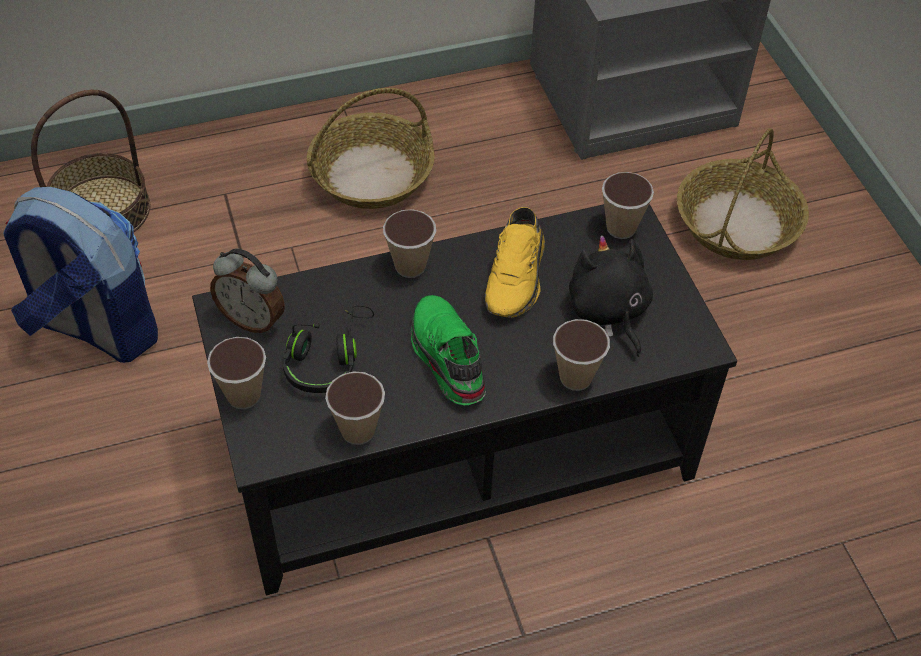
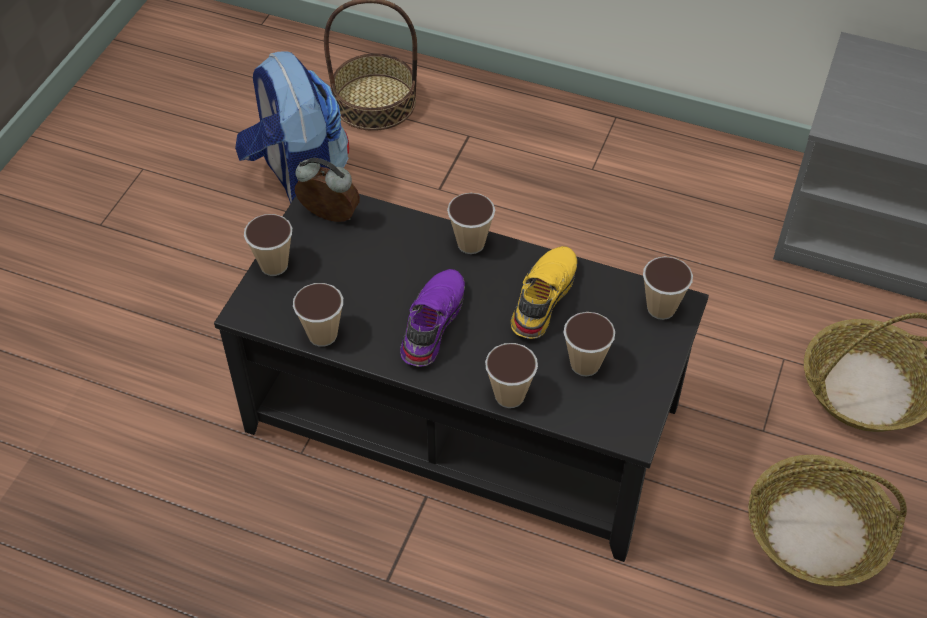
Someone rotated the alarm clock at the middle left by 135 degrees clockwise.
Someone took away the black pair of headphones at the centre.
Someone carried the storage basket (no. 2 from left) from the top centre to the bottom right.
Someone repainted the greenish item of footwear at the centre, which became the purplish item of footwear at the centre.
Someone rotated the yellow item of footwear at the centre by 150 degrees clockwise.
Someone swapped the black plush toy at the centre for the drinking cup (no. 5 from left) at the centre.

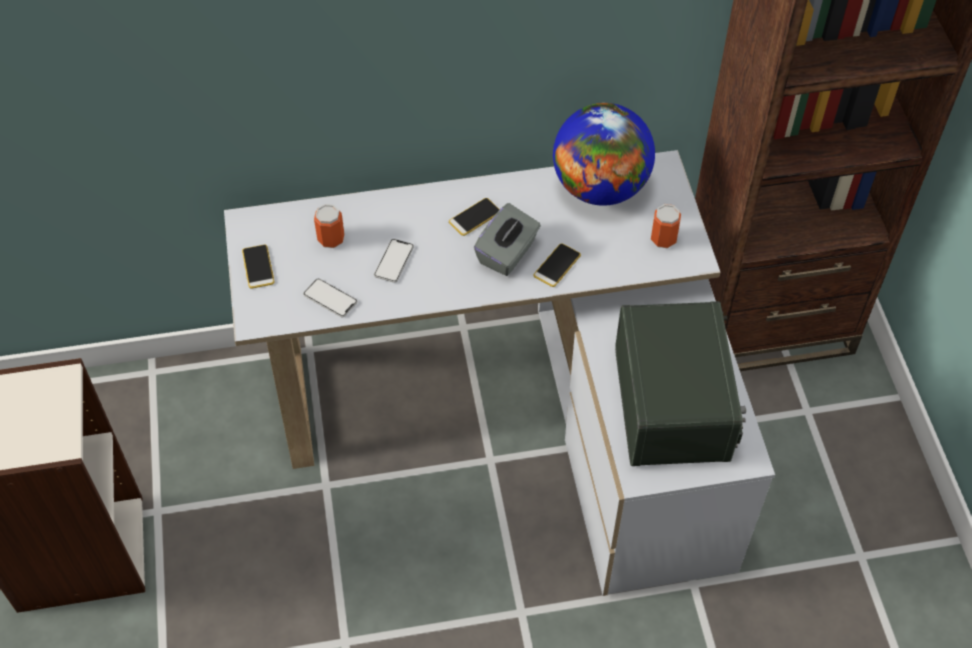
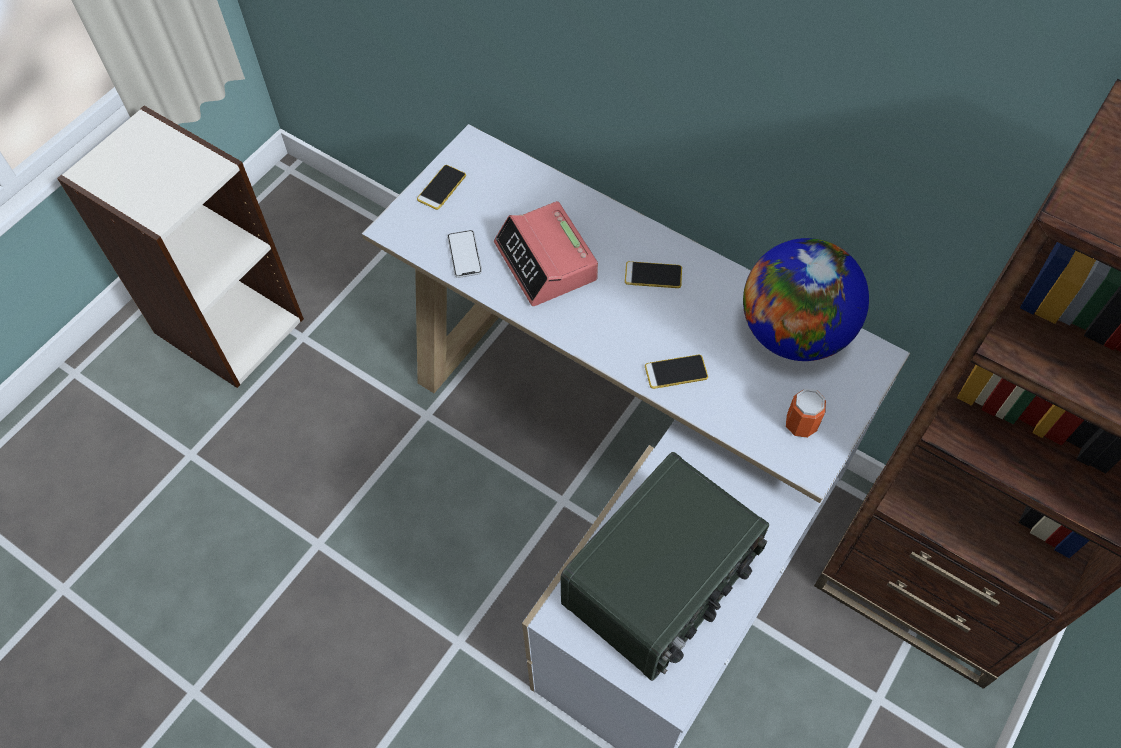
Someone took away the can (no. 1 from left) at the centre.
Someone swapped the telephone (no. 3 from left) at the centre for the alarm clock at the centre.
Someone took away the grey tissue box at the centre.

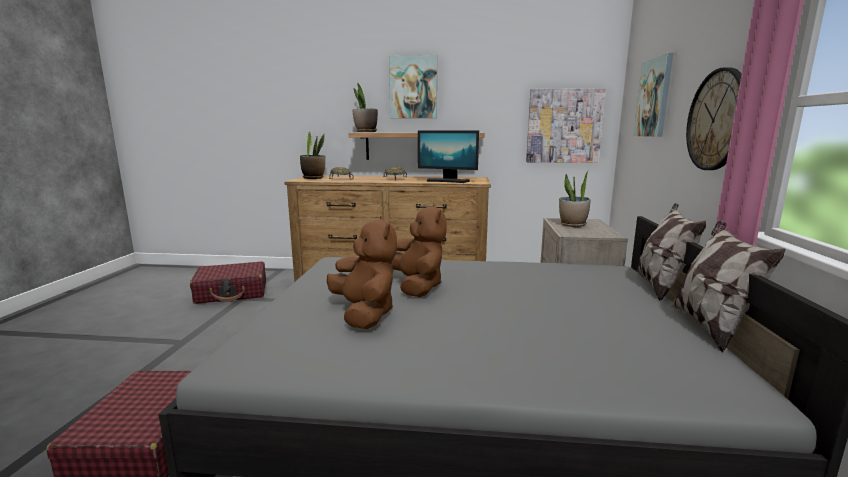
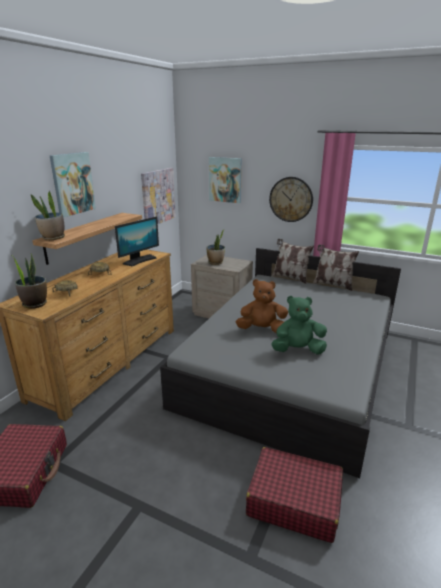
Someone repainted the brown plush toy (no. 1 from left) at the centre, which became the greenish plush toy at the middle right.

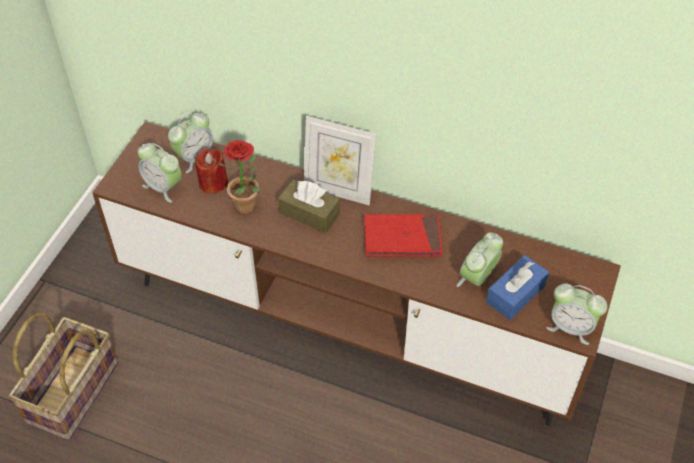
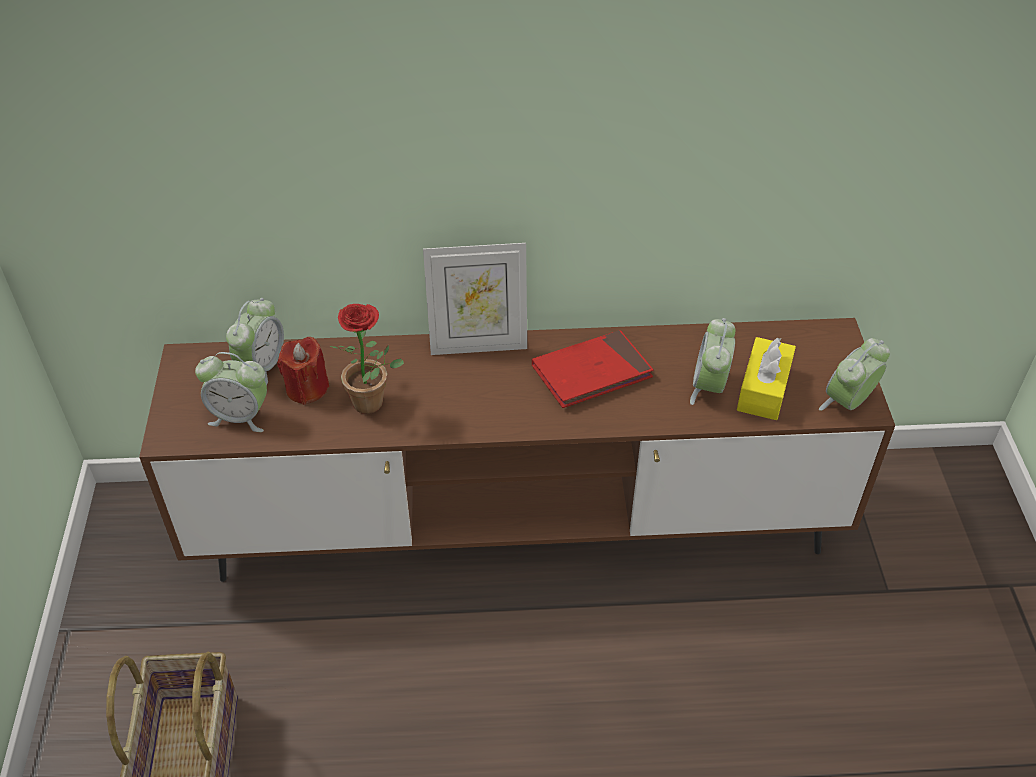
Someone took away the brown tissue box at the centre.
Someone repainted the blue-coloured tissue box at the middle right, which became the yellow tissue box at the middle right.
Someone rotated the alarm clock (no. 4 from left) at the bottom right by 135 degrees clockwise.

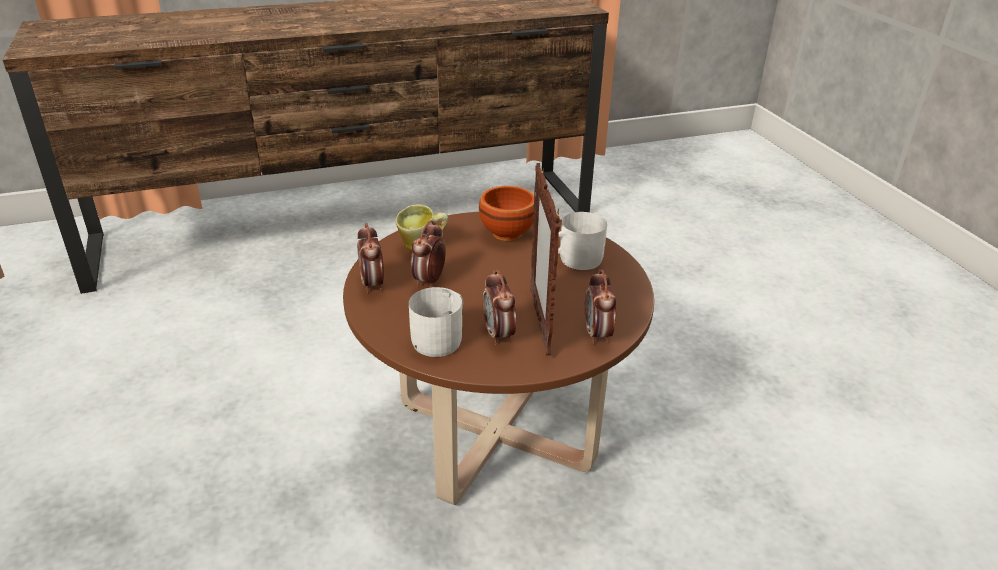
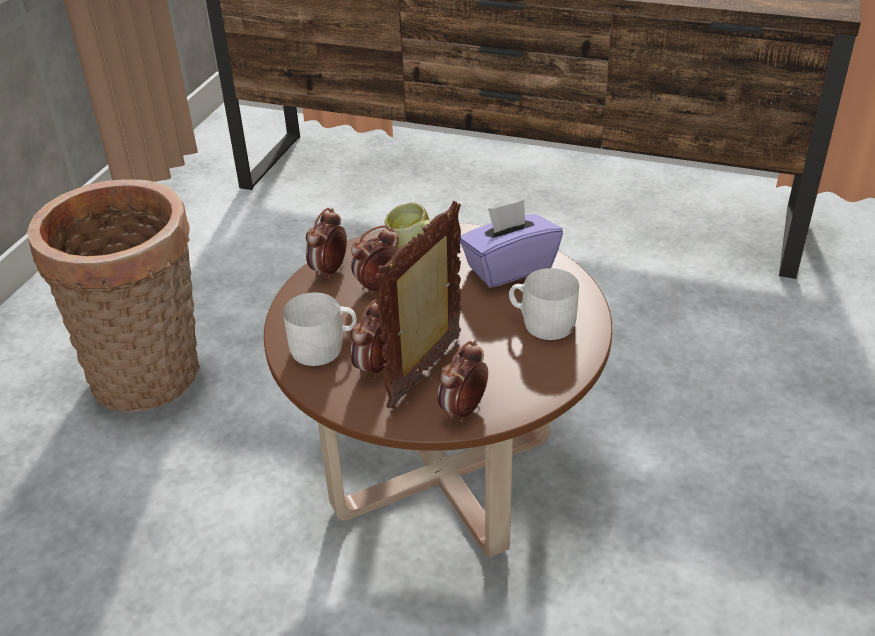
Someone swapped the brown bowl at the centre for the purplish tissue box at the centre.
Someone put down the storage basket at the middle left.

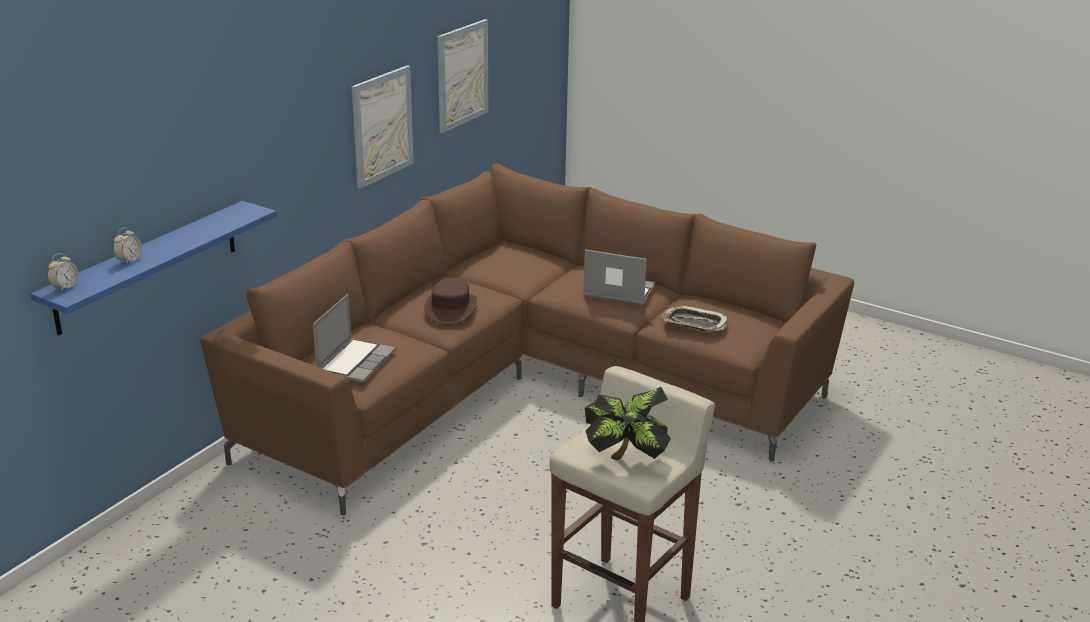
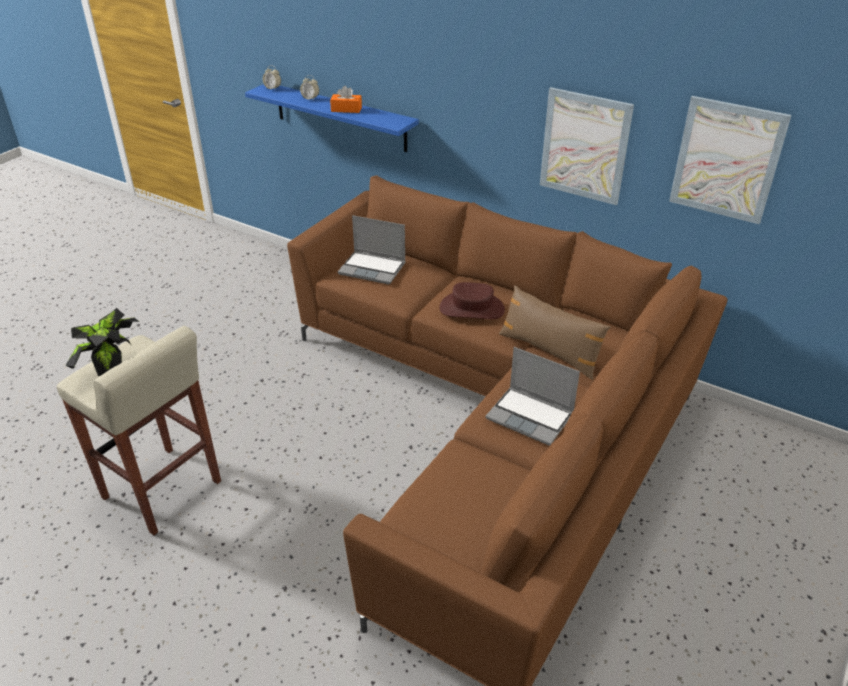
Someone rotated the portable computer (no. 2 from left) at the centre by 105 degrees clockwise.
Someone took away the tray at the centre.
Someone put down the orange tissue box at the top centre.
Someone put down the brown throw pillow at the centre.

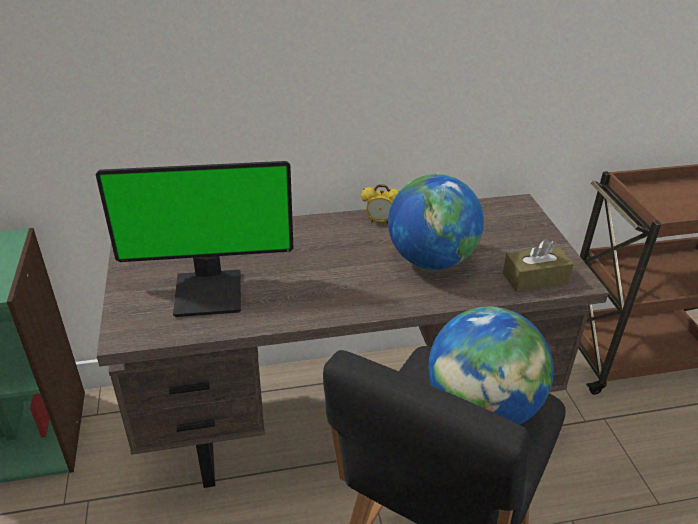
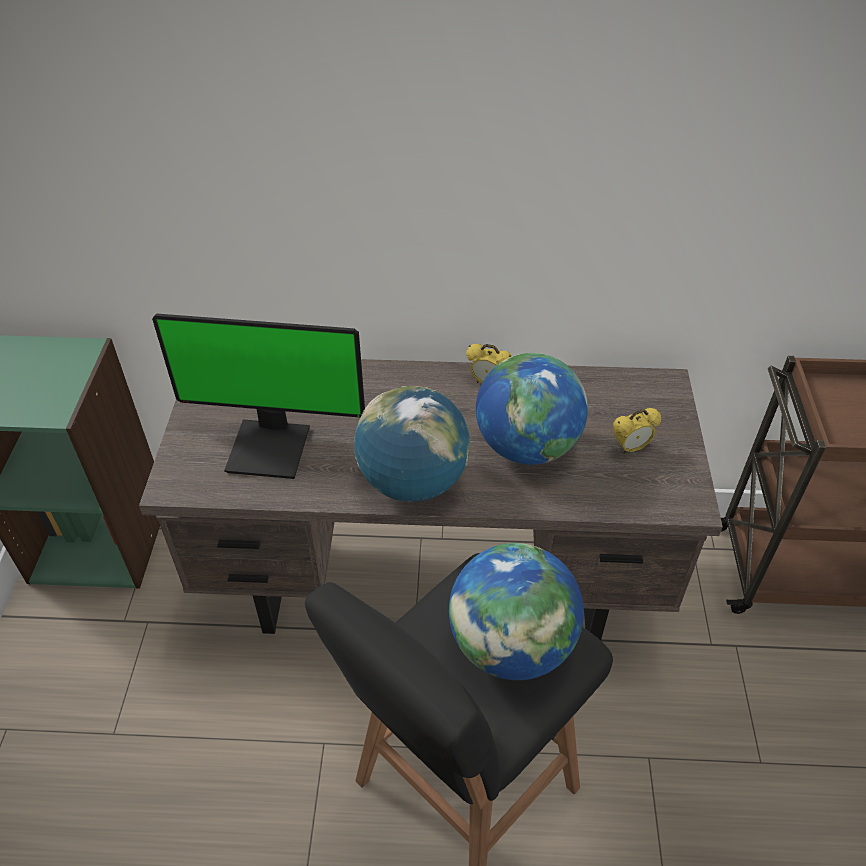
Someone took away the brown tissue box at the middle right.
Someone put down the globe (no. 1 from left) at the centre.
Someone put down the alarm clock (no. 2 from left) at the middle right.

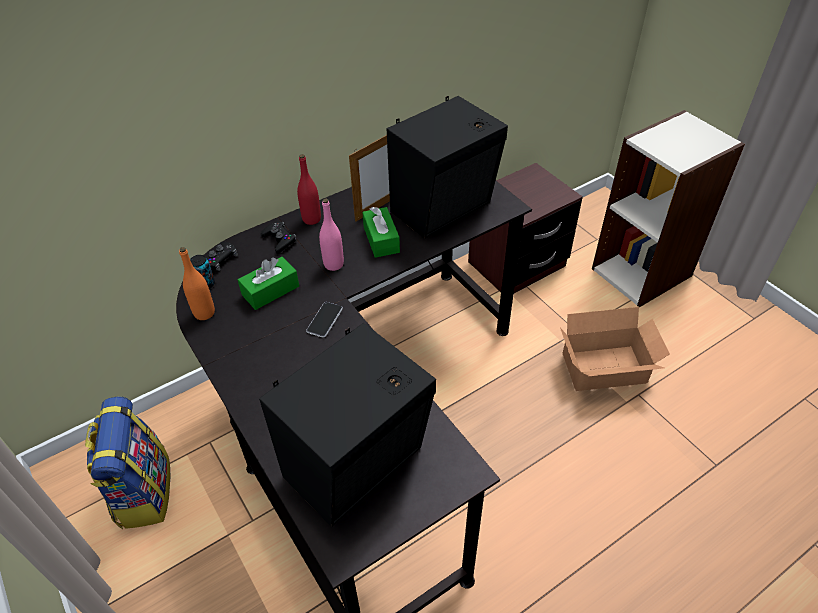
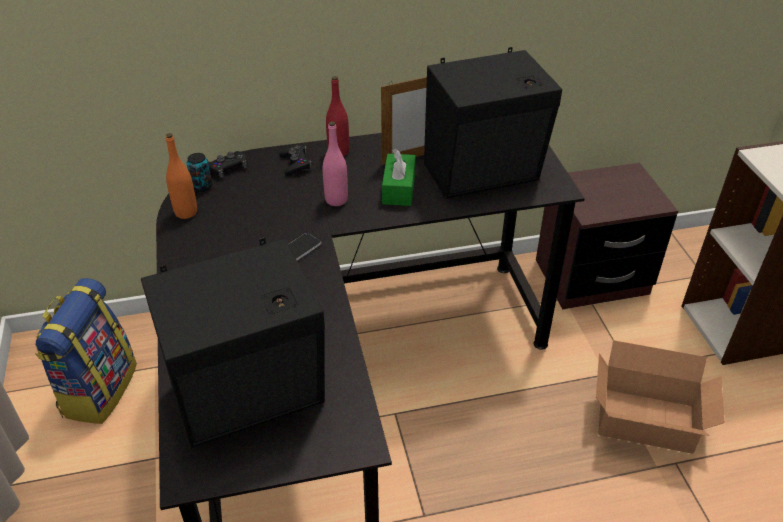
Someone took away the greenish tissue box (no. 1 from left) at the middle left.

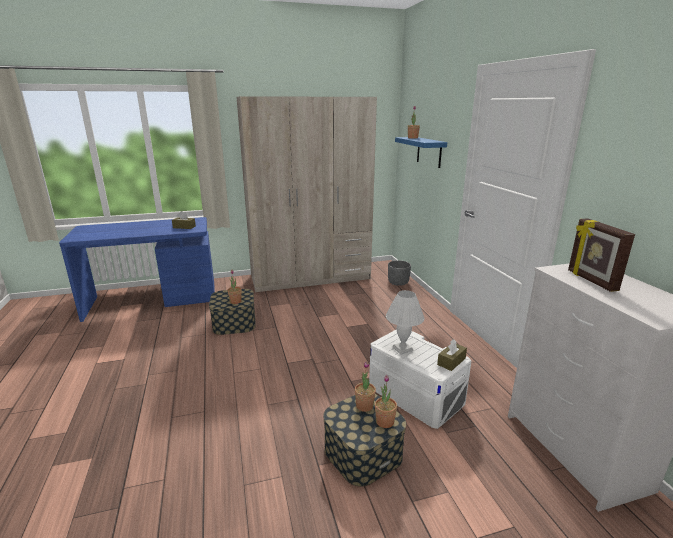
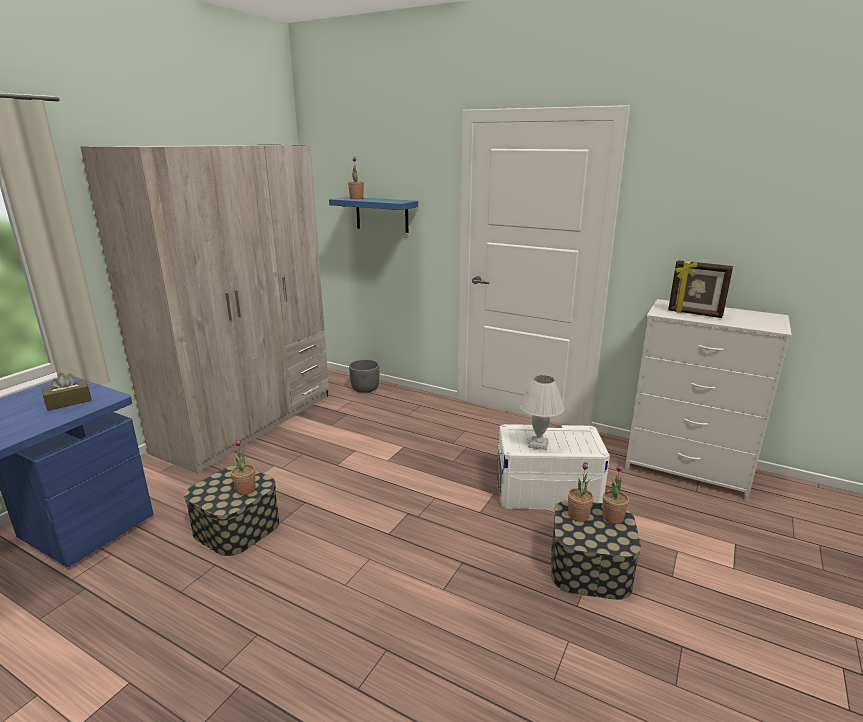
Someone took away the brown tissue box (no. 2 from left) at the middle right.

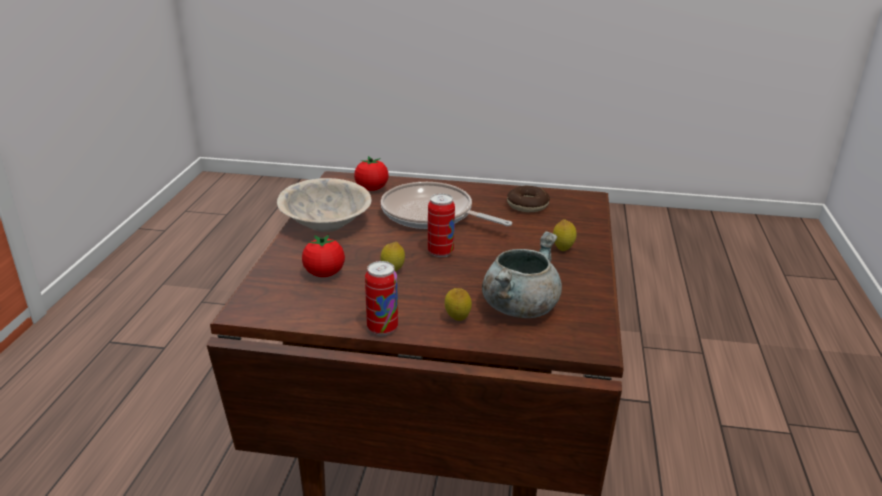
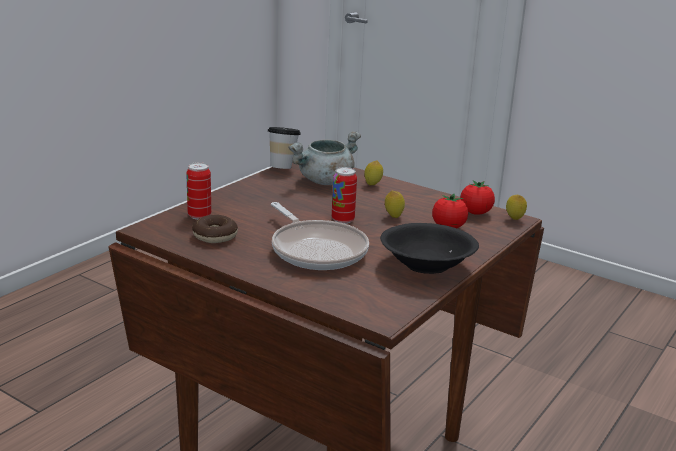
Someone repainted the beige-coloured bowl at the centre, which became the black bowl at the centre.
Someone carried the whole tomato (no. 2 from left) from the centre to the middle right.
Someone carried the can (no. 1 from left) from the centre to the middle left.
Someone carried the whole lemon (no. 3 from left) from the centre to the middle right.
Someone put down the drinking cup at the top centre.

